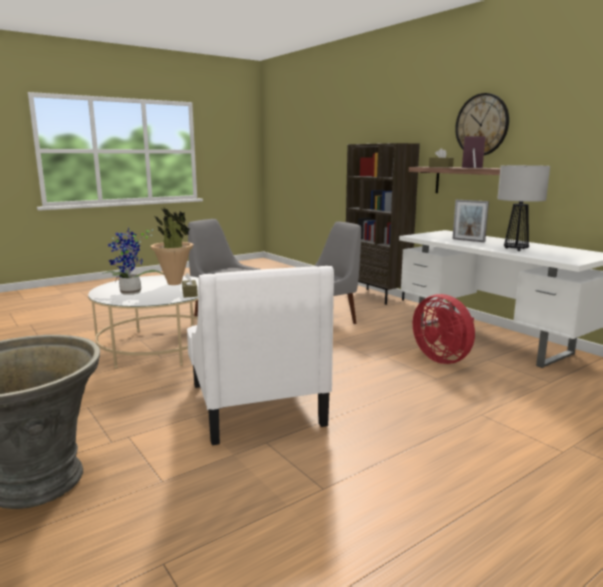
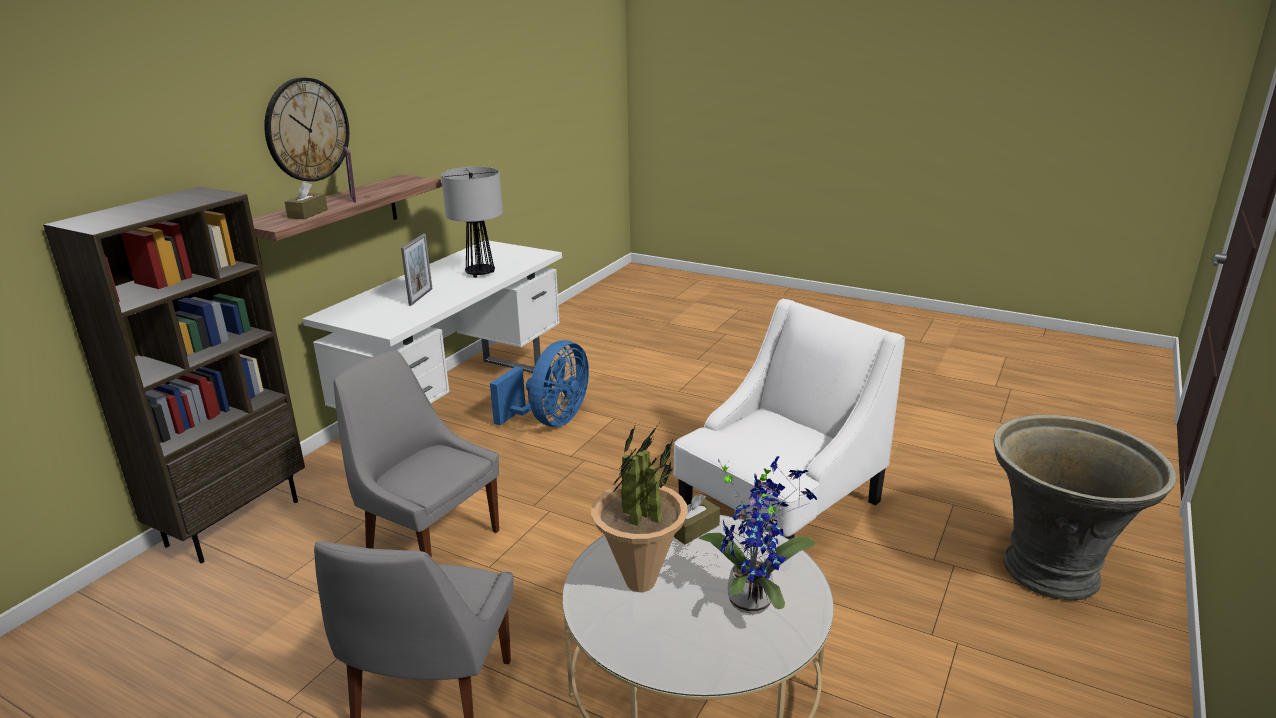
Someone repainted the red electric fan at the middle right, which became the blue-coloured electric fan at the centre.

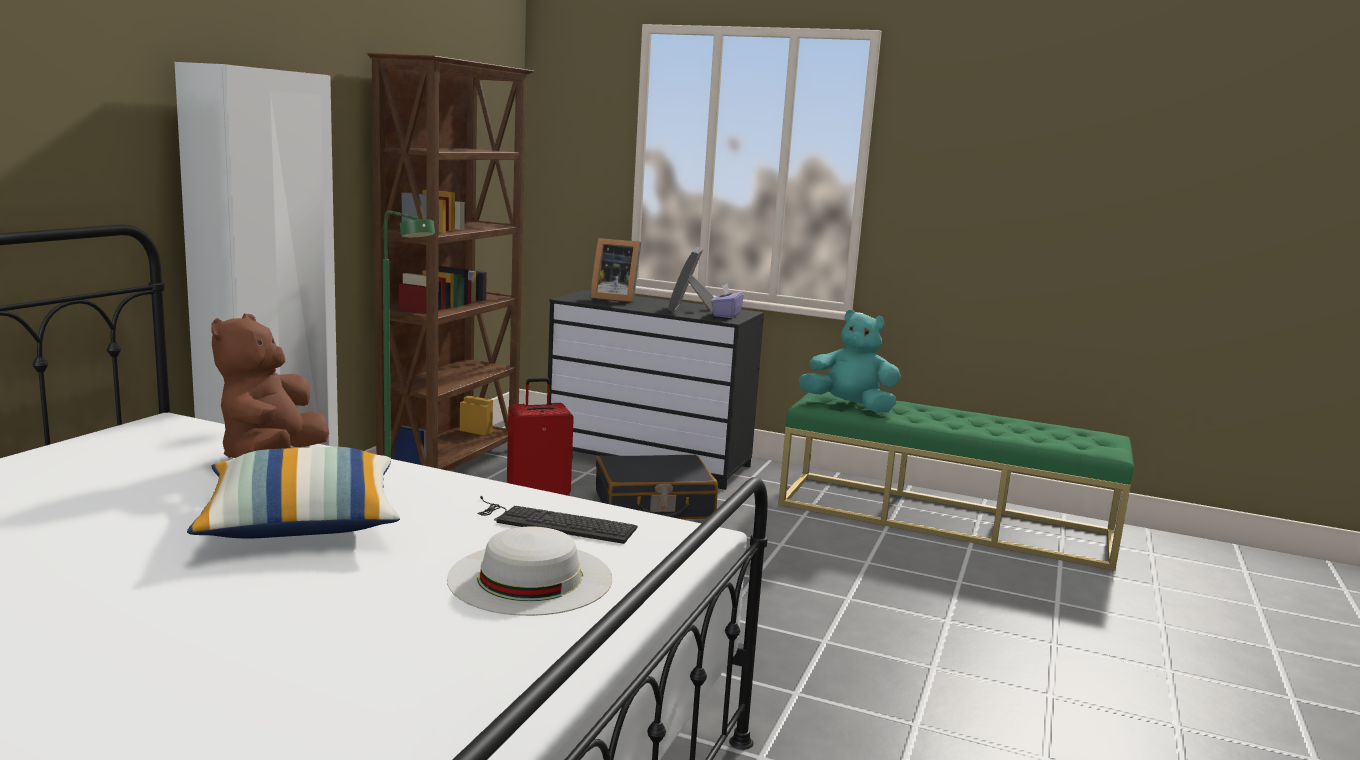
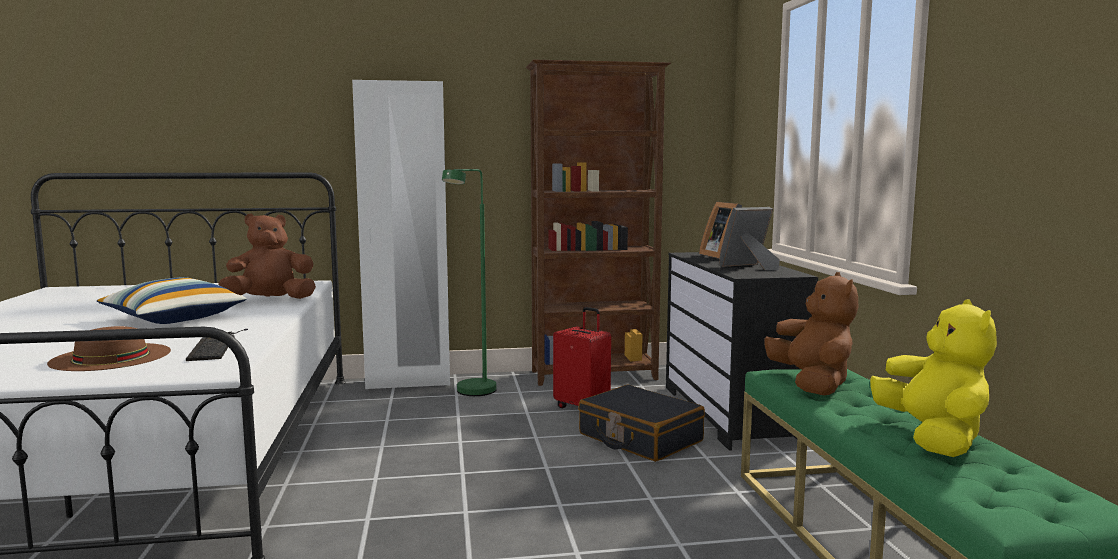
Someone repainted the white wearable hat at the bottom centre, which became the brown wearable hat at the middle left.
Someone took away the purplish tissue box at the centre.
Someone repainted the blue-green plush toy at the centre, which became the brown plush toy (no. 2 from left) at the middle right.
Someone put down the yellow plush toy at the bottom right.

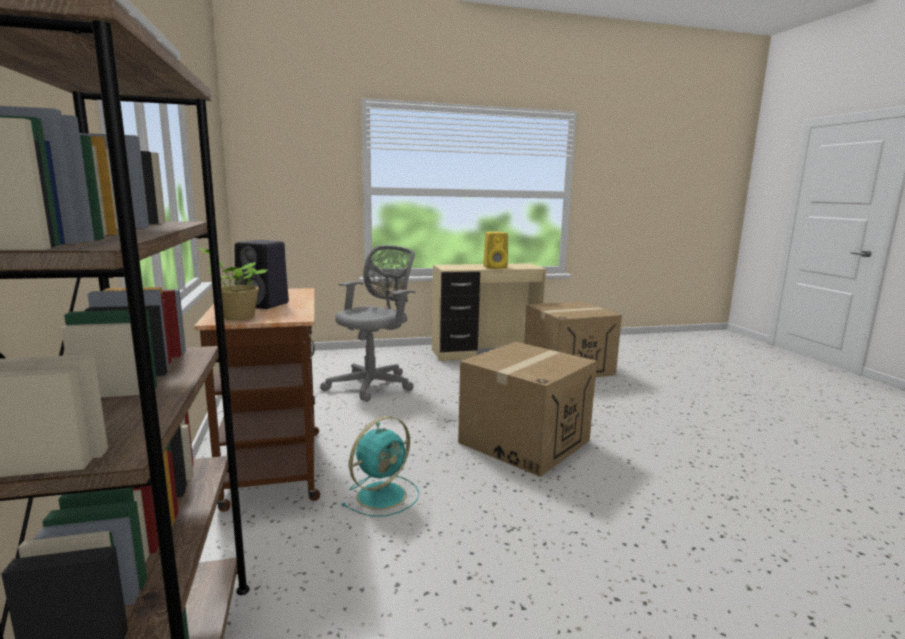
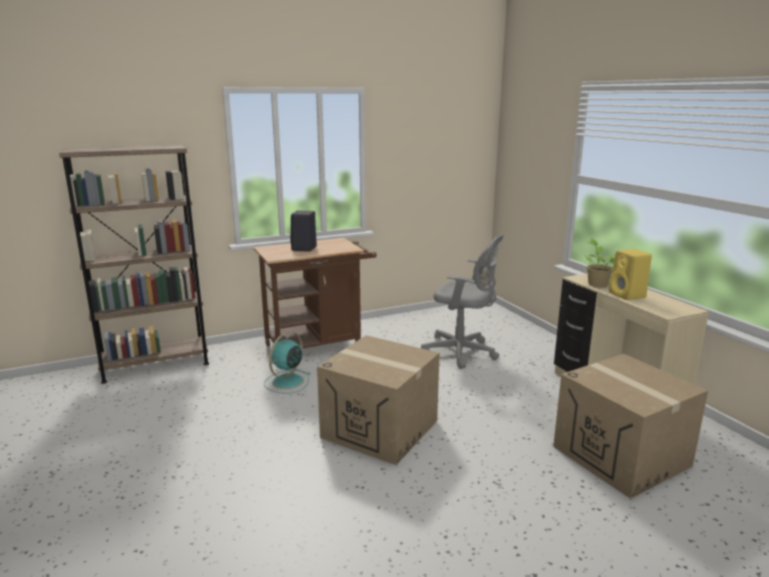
Someone carried the houseplant from the middle left to the middle right.
Someone rotated the blue-green electric fan at the bottom centre by 90 degrees clockwise.

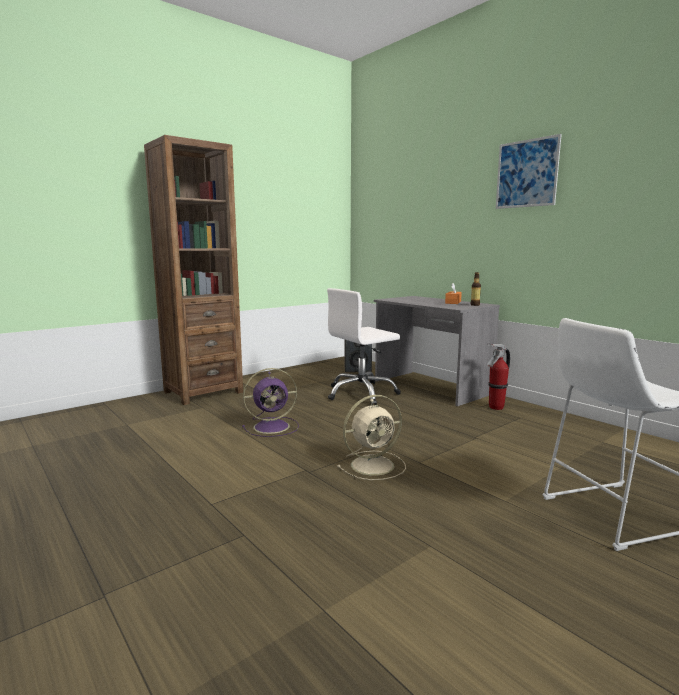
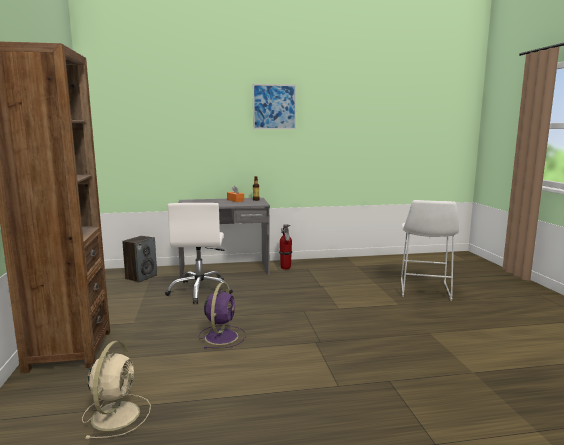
Someone carried the beige-coloured electric fan from the centre to the bottom left.

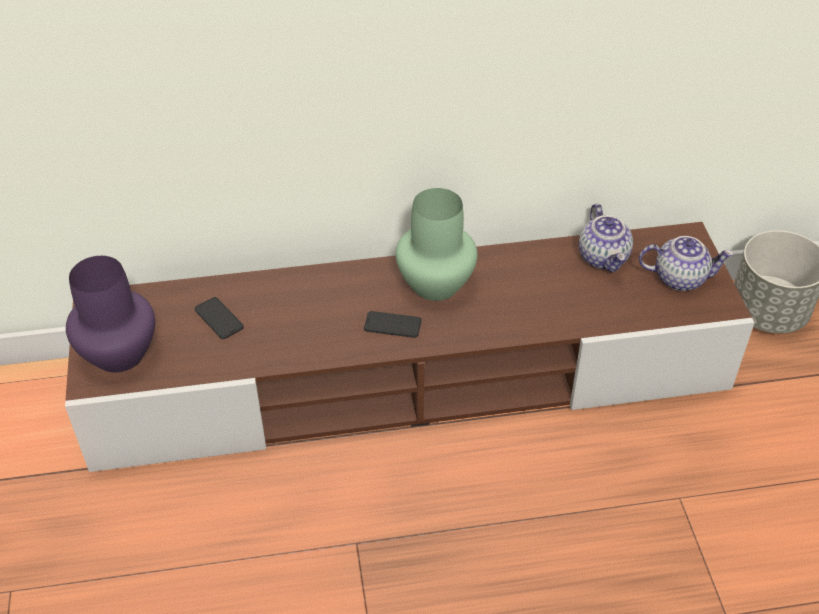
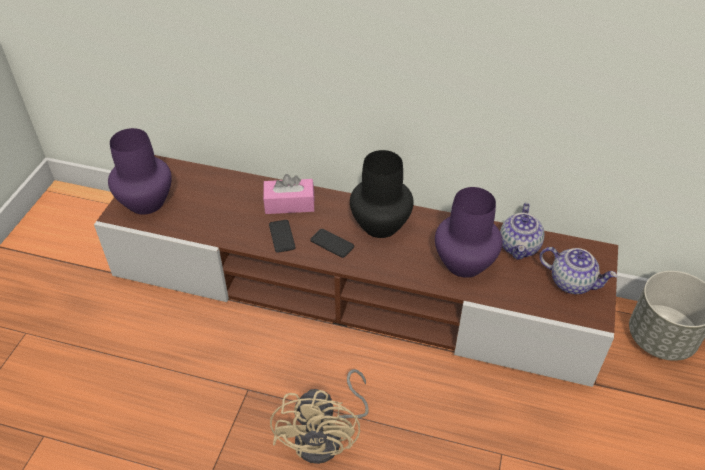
Someone carried the telephone (no. 1 from left) from the middle left to the centre.
Someone repainted the greenish flower vase at the centre, which became the black flower vase at the centre.
Someone put down the pinkish tissue box at the centre.
Someone put down the beige-coloured electric fan at the bottom centre.
Someone put down the purplish flower vase (no. 2 from left) at the centre.

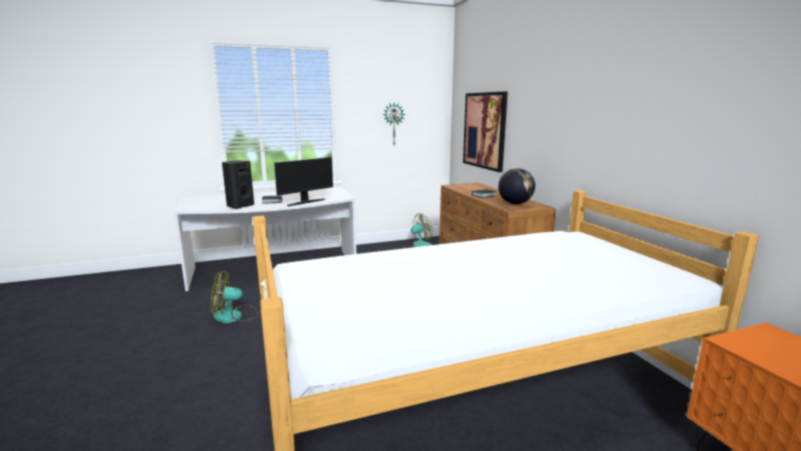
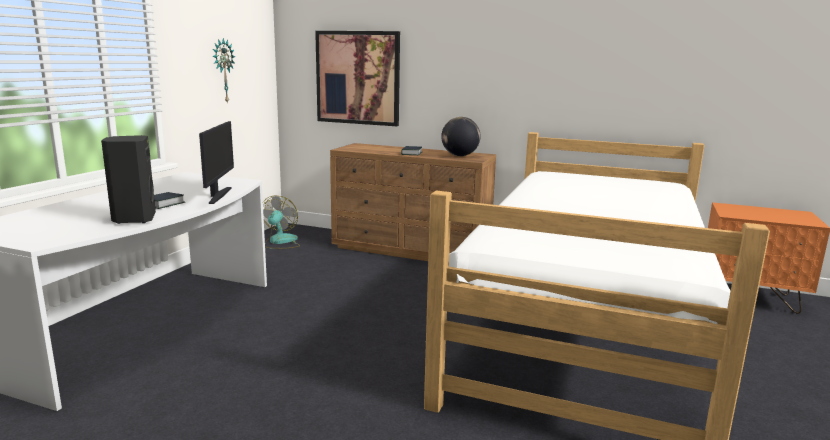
Someone took away the electric fan (no. 1 from left) at the middle left.

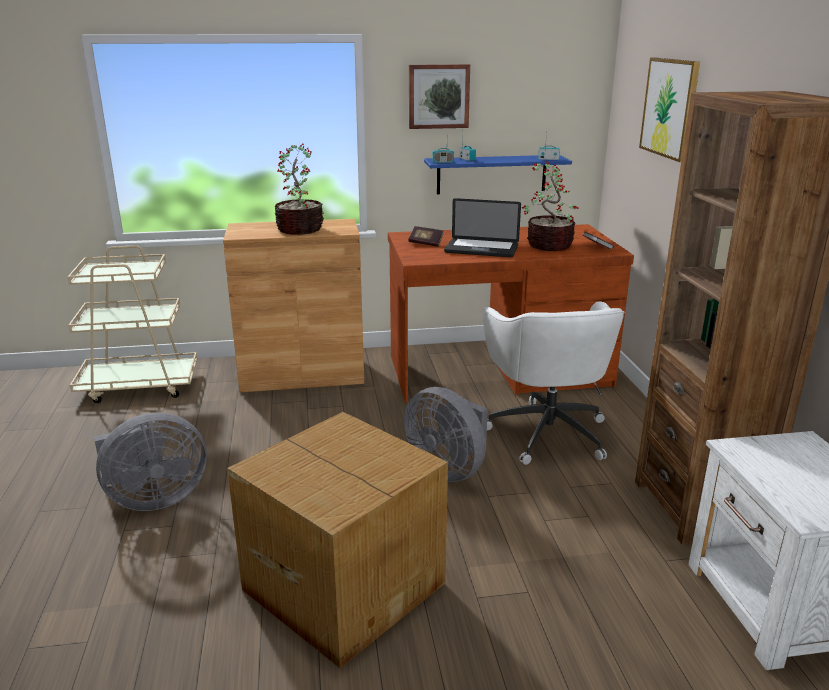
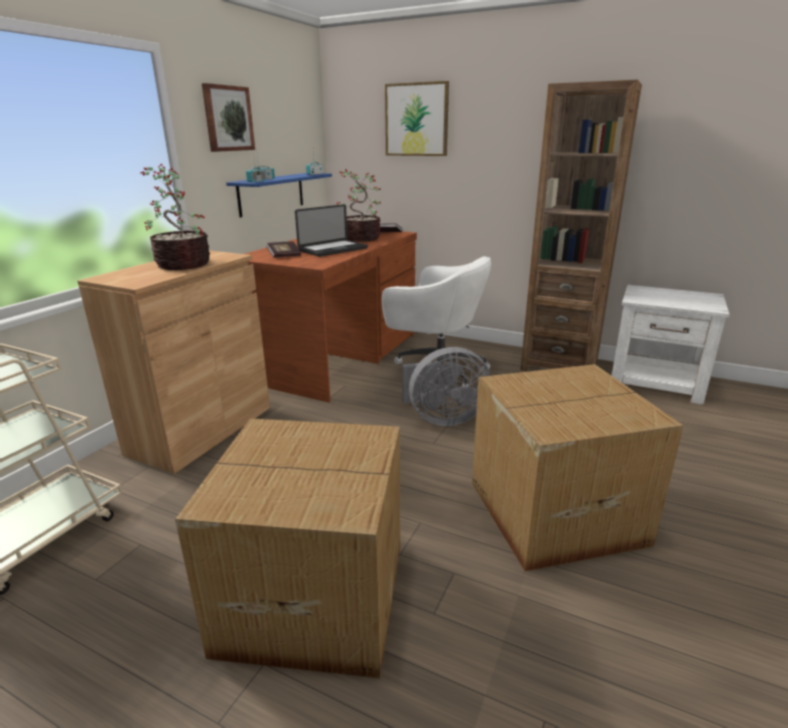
Someone swapped the grey electric fan (no. 1 from left) at the bottom left for the cardboard box (no. 1 from left) at the bottom centre.

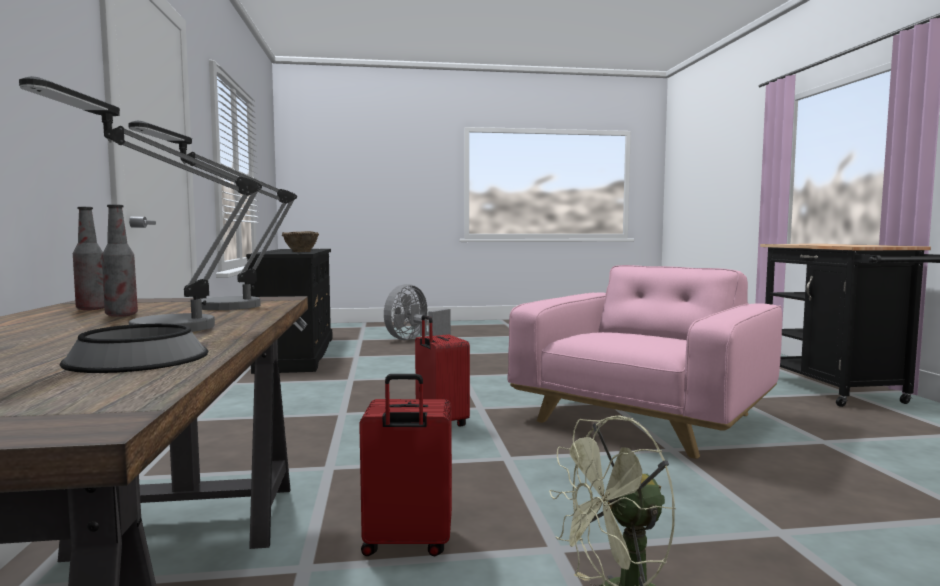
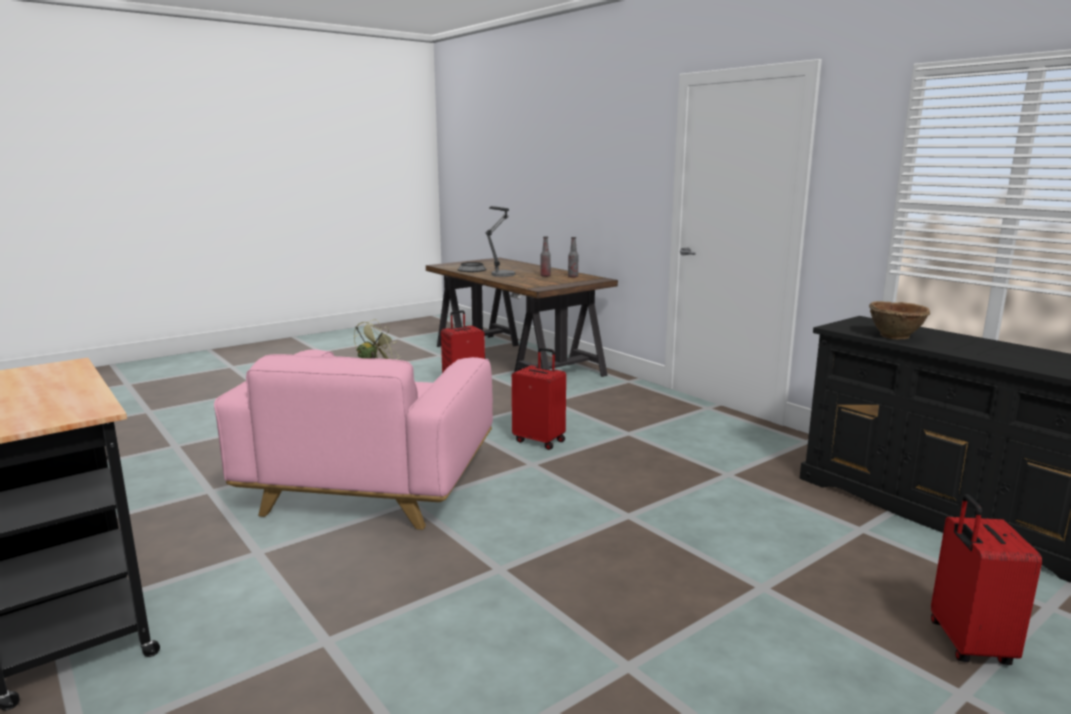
Someone took away the table lamp (no. 2 from left) at the middle left.
Someone swapped the grey electric fan at the centre for the red travel case (no. 3 from left) at the bottom right.

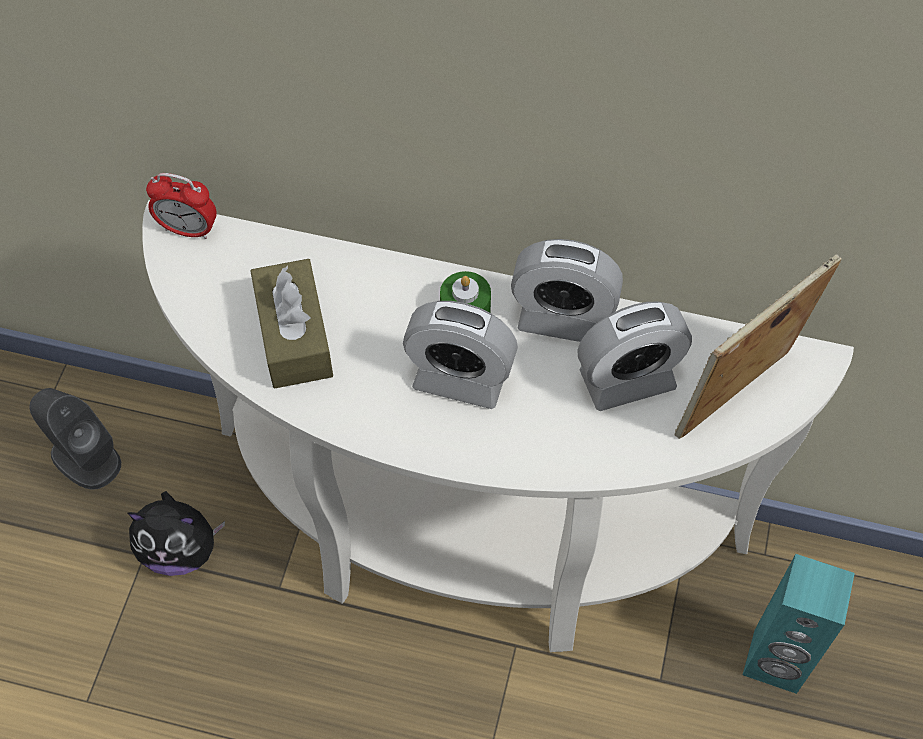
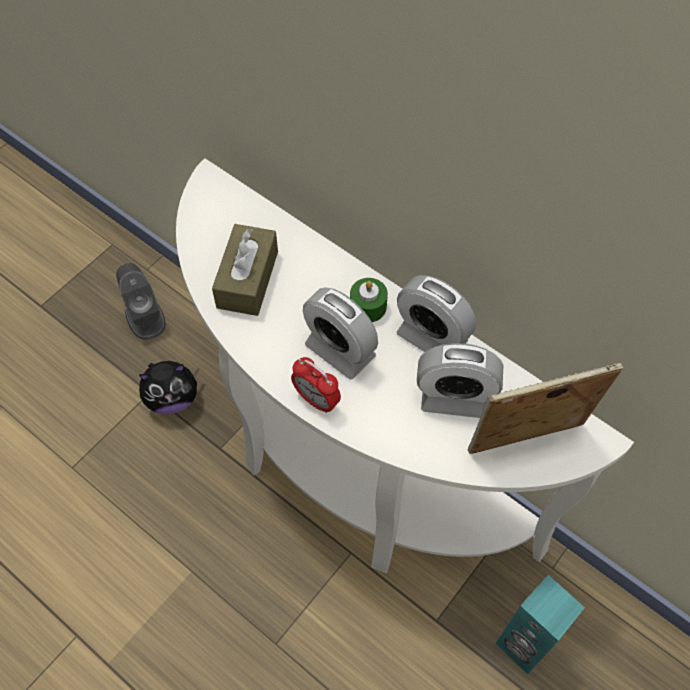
Someone rotated the plush toy at the bottom left by 45 degrees counterclockwise.
Someone carried the alarm clock (no. 1 from left) from the top left to the centre.

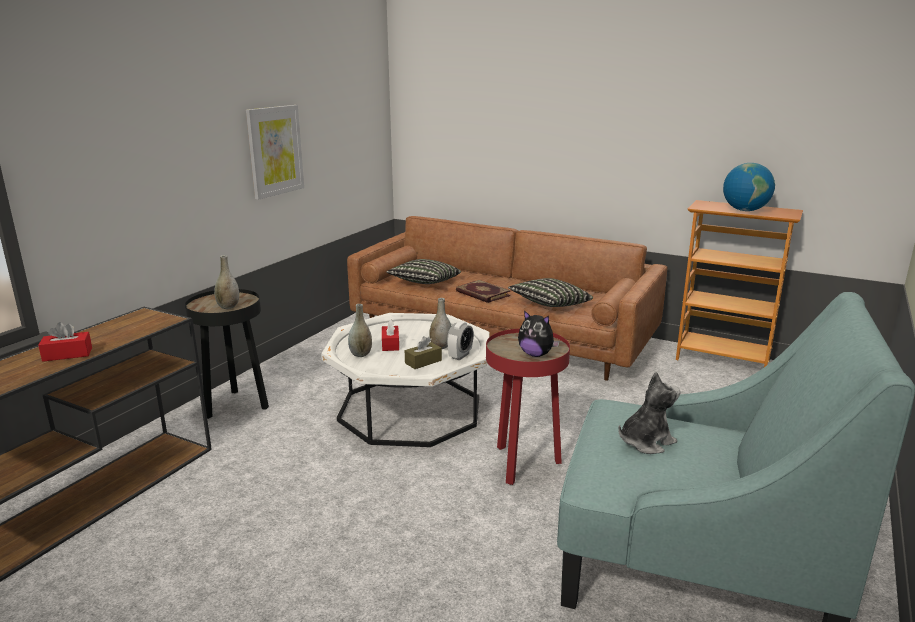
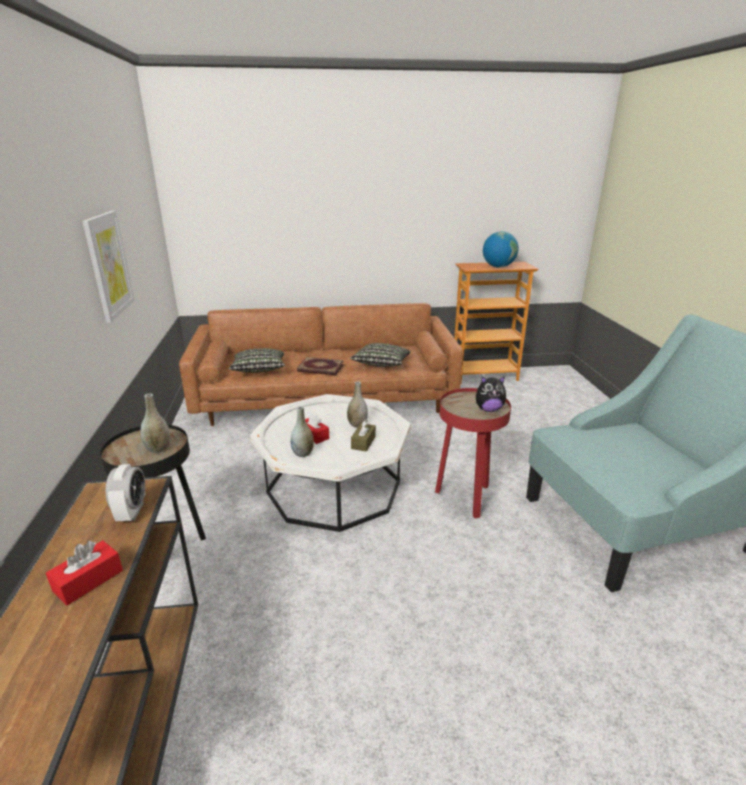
Someone carried the alarm clock from the centre to the middle left.
Someone took away the plush toy (no. 2 from left) at the middle right.

